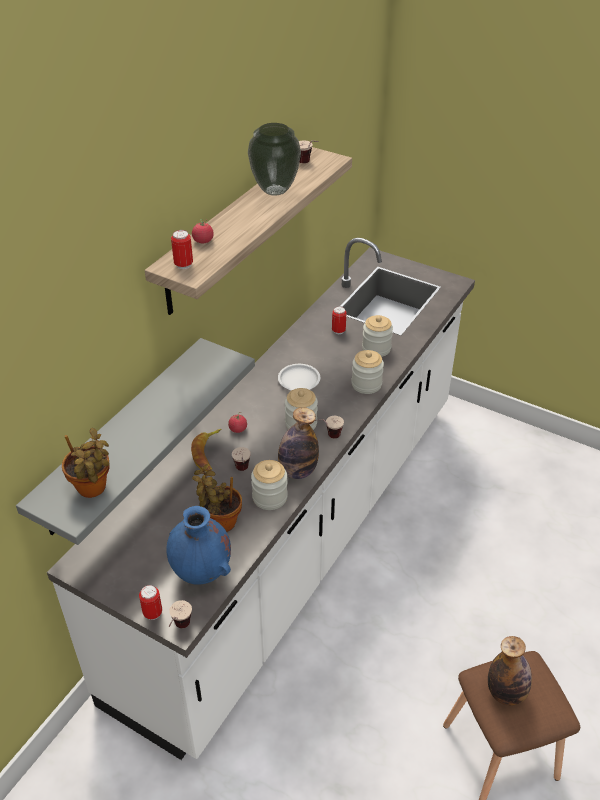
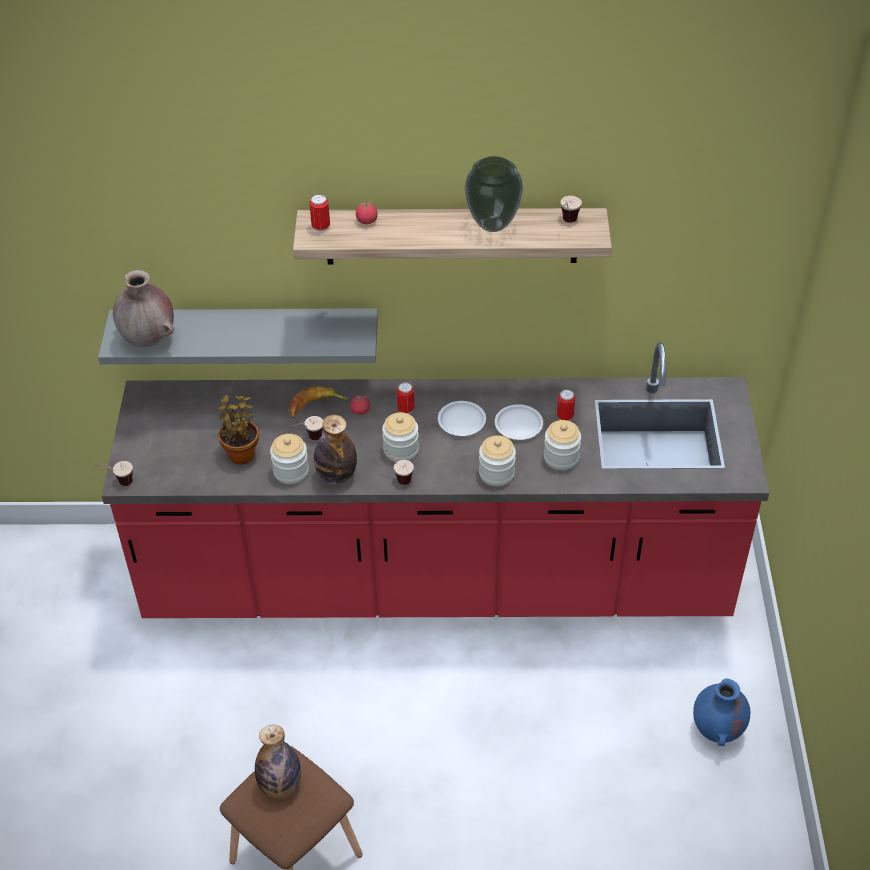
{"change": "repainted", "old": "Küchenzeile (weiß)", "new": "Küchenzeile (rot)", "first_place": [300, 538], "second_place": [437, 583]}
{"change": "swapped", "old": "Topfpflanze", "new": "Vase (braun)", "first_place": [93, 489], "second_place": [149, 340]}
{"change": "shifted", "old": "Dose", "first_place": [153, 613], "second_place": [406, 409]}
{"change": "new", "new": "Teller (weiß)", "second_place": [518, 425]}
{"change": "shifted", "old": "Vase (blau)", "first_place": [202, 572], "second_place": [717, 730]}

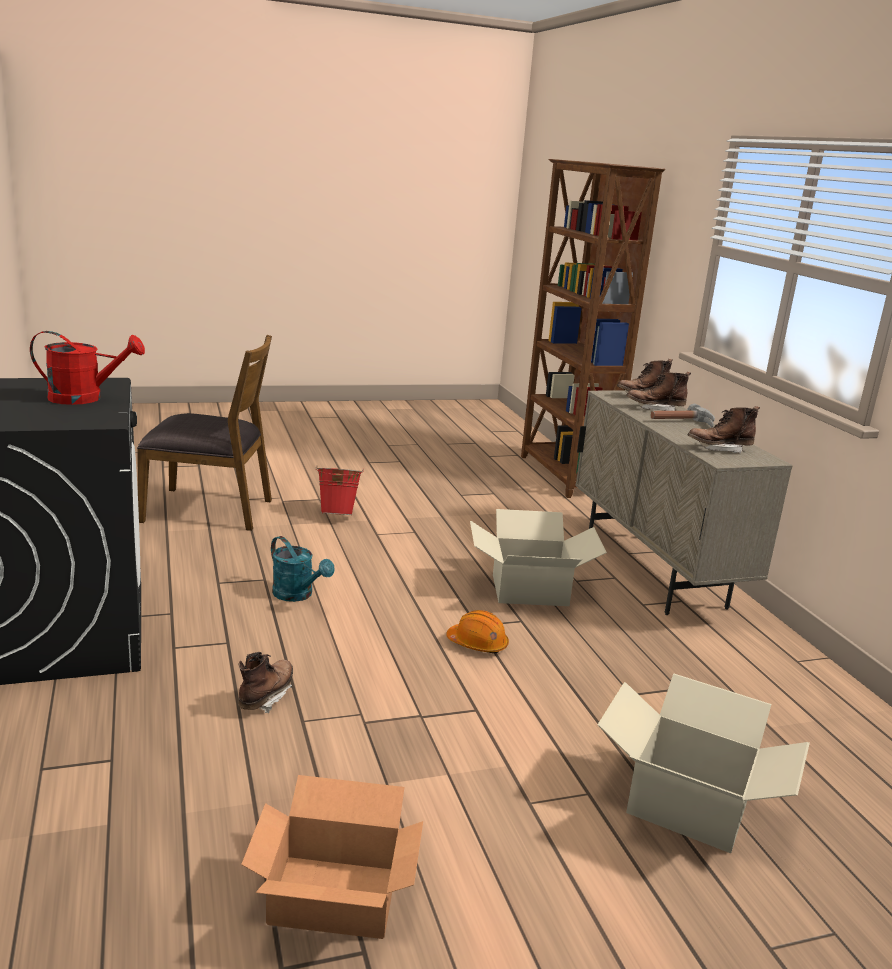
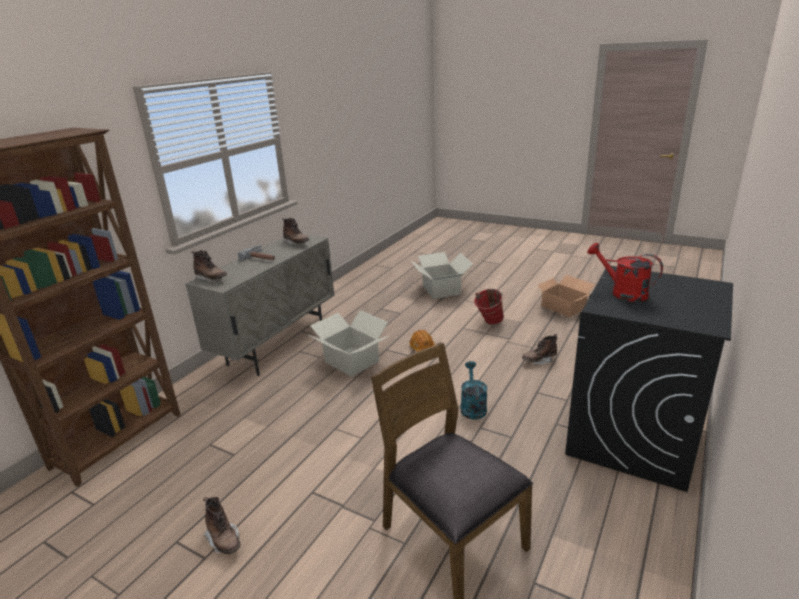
{"change": "shifted", "old": "Stiefel (braun)", "first_place": [655, 409], "second_place": [224, 540]}
{"change": "shifted", "old": "Eimer (rot)", "first_place": [338, 514], "second_place": [489, 323]}

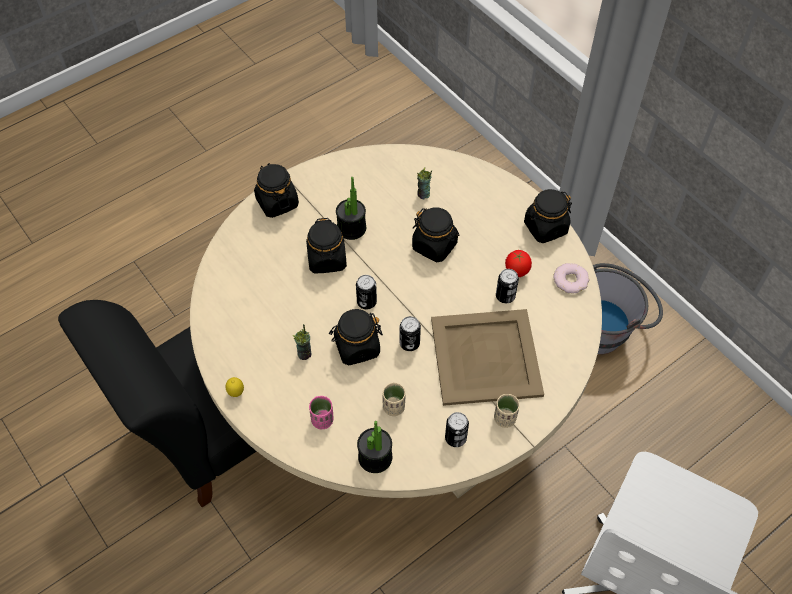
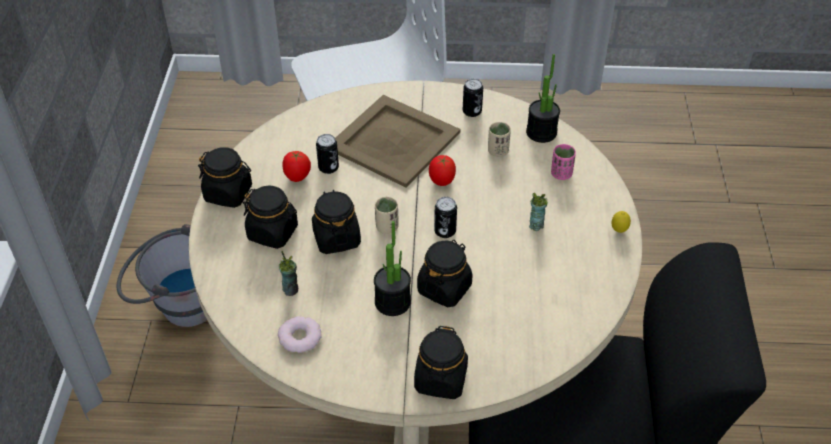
{"change": "shifted", "old": "Vorratsglas (schwarz)", "first_place": [356, 347], "second_place": [273, 232]}
{"change": "shifted", "old": "Donut", "first_place": [570, 280], "second_place": [299, 338]}
{"change": "shifted", "old": "Tasse (beige)", "first_place": [504, 418], "second_place": [387, 227]}
{"change": "swapped", "old": "Dose", "new": "Tomate", "first_place": [409, 343], "second_place": [441, 182]}

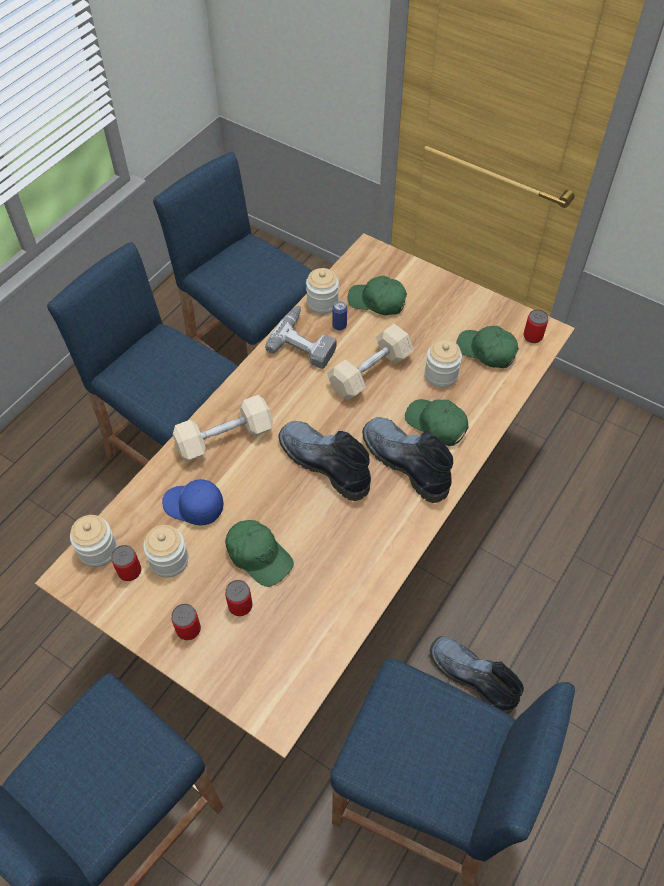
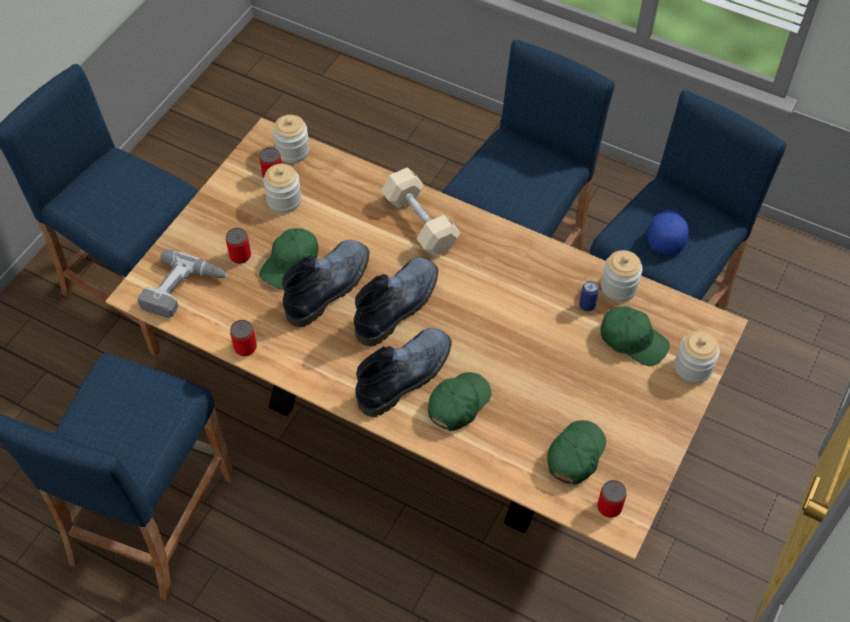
{"change": "shifted", "old": "Bohrmaschine", "first_place": [306, 341], "second_place": [184, 291]}
{"change": "shifted", "old": "Dose", "first_place": [188, 629], "second_place": [245, 347]}
{"change": "shifted", "old": "Stiefel", "first_place": [470, 676], "second_place": [329, 286]}
{"change": "rotated", "old": "Kappe (grün)", "first_place": [377, 302], "second_place": [632, 340], "degrees": 105}
{"change": "shifted", "old": "Kappe (blau)", "first_place": [193, 507], "second_place": [666, 234]}
{"change": "shifted", "old": "Vorratsglas", "first_place": [441, 374], "second_place": [693, 367]}
{"change": "gone", "old": "Hantel (beige)", "first_place": [370, 372]}

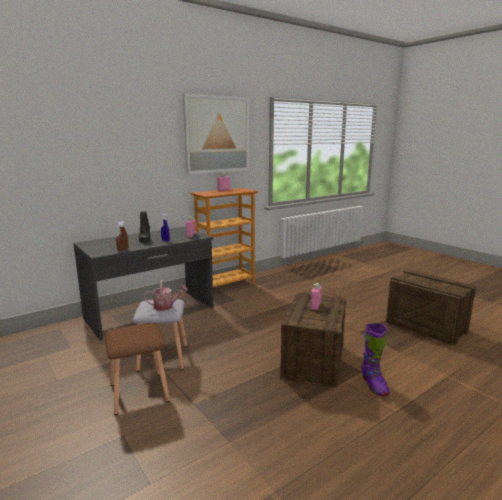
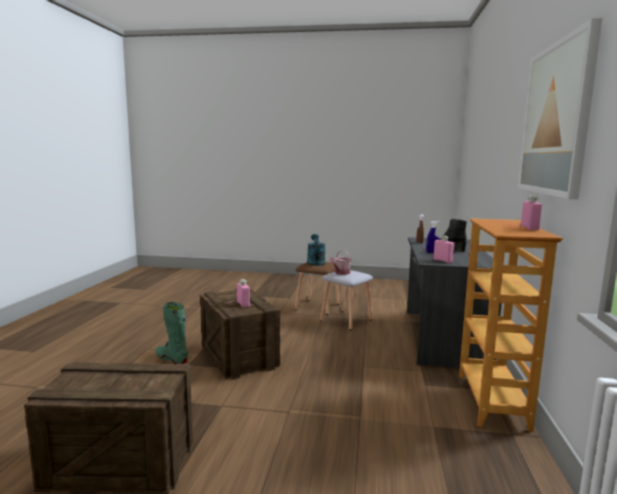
{"change": "repainted", "old": "Stiefel (lila)", "new": "Stiefel (grün)", "first_place": [374, 385], "second_place": [172, 359]}
{"change": "new", "new": "Gießkanne (türkis)", "second_place": [315, 262]}

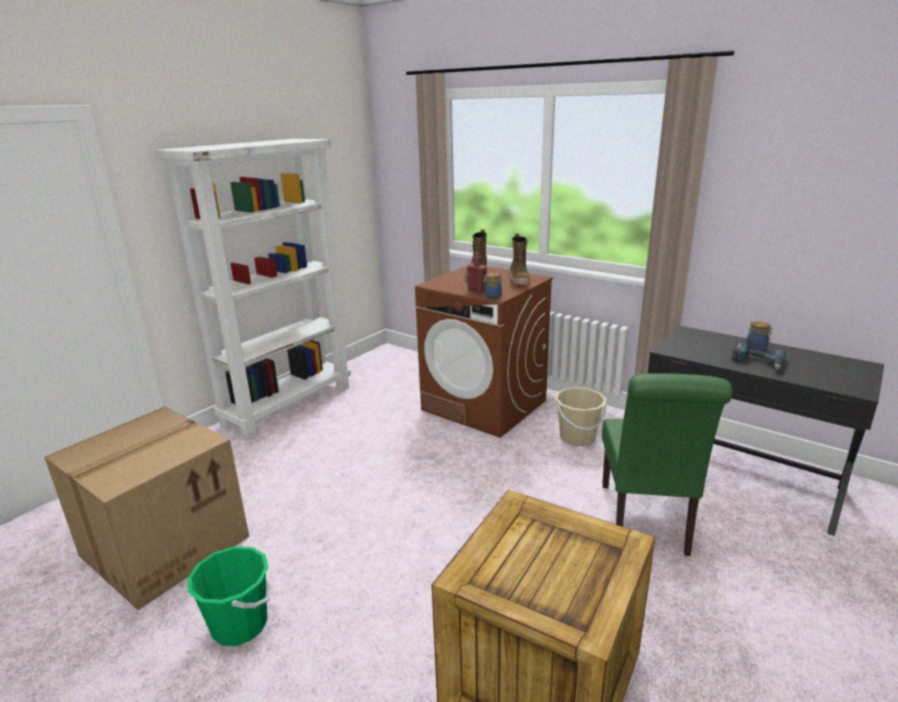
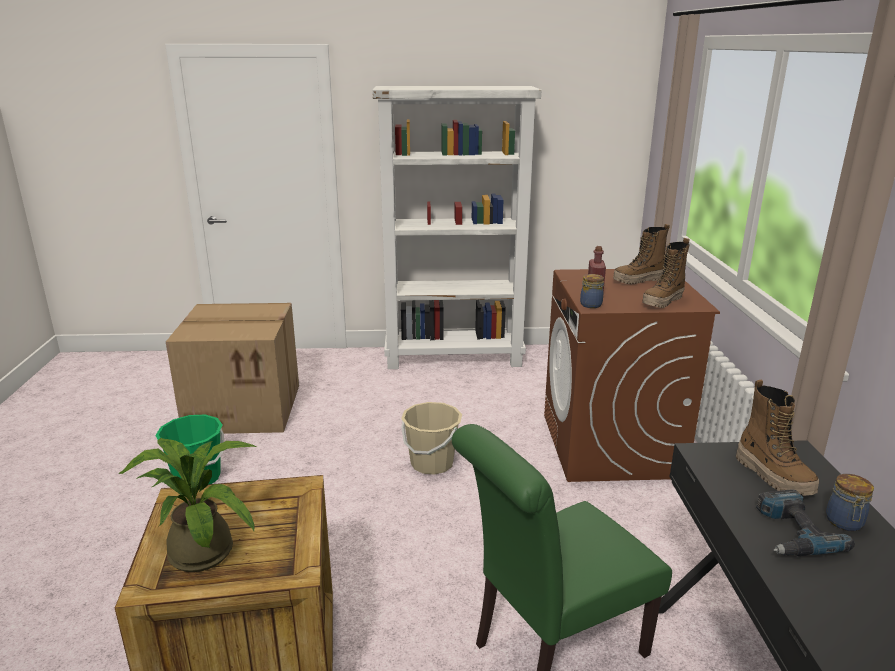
{"change": "new", "new": "Topfpflanze", "second_place": [201, 548]}
{"change": "shifted", "old": "Eimer (beige)", "first_place": [577, 438], "second_place": [432, 463]}
{"change": "new", "new": "Stiefel", "second_place": [773, 476]}

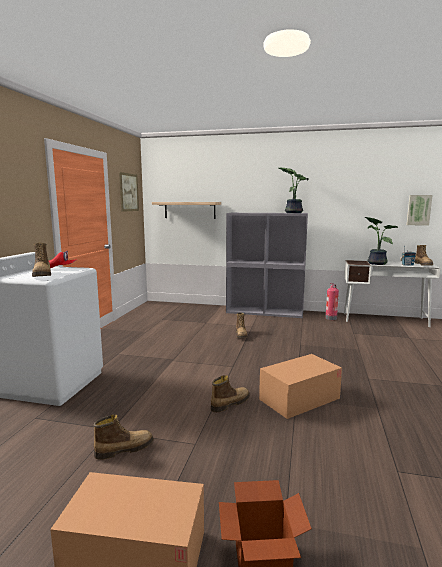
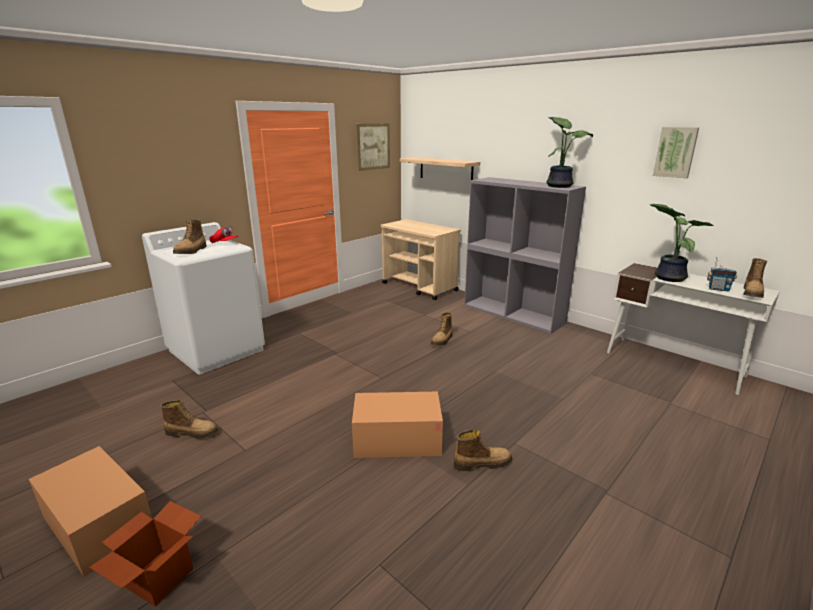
{"change": "new", "new": "Rollwagen (beige)", "second_place": [419, 287]}
{"change": "shifted", "old": "Stiefel", "first_place": [229, 403], "second_place": [482, 463]}
{"change": "shifted", "old": "Bild", "first_place": [418, 210], "second_place": [675, 152]}
{"change": "gone", "old": "Feuerlöscher", "first_place": [331, 318]}

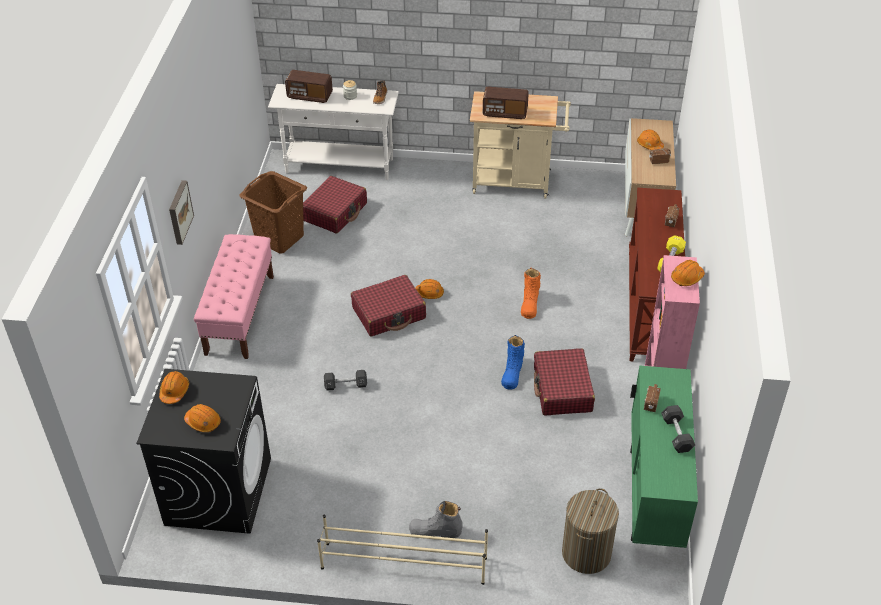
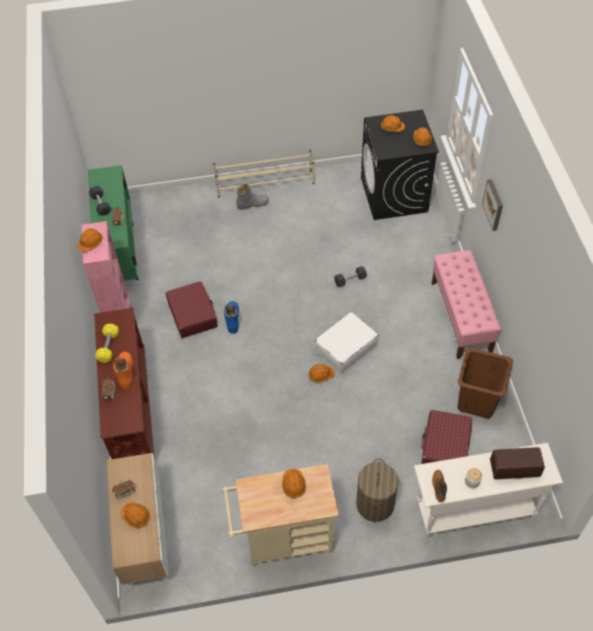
{"change": "shifted", "old": "Stiefel (orange)", "first_place": [529, 304], "second_place": [125, 372]}
{"change": "swapped", "old": "Radio", "new": "Schutzhelm (orange)", "first_place": [505, 113], "second_place": [293, 485]}
{"change": "repainted", "old": "Koffer (rot)", "new": "Koffer (weiß)", "first_place": [389, 313], "second_place": [345, 347]}
{"change": "shifted", "old": "Wäschekorb", "first_place": [586, 553], "second_place": [375, 504]}

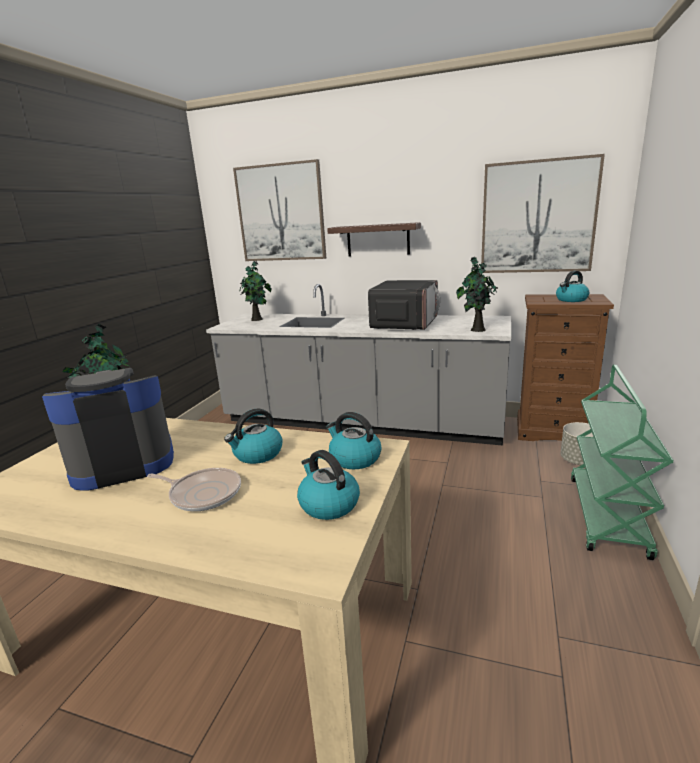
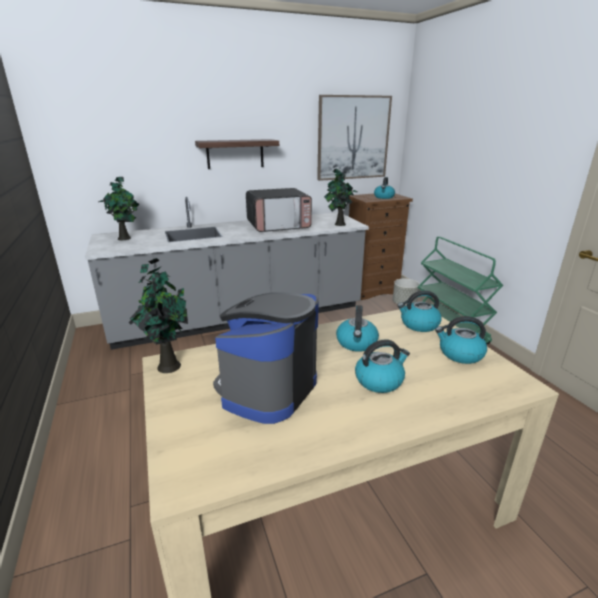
{"change": "rotated", "old": "Mikrowelle", "first_place": [405, 323], "second_place": [278, 226], "degrees": 90}
{"change": "swapped", "old": "Pfanne", "new": "Wasserkessel", "first_place": [203, 493], "second_place": [379, 380]}
{"change": "gone", "old": "Bild", "first_place": [281, 213]}

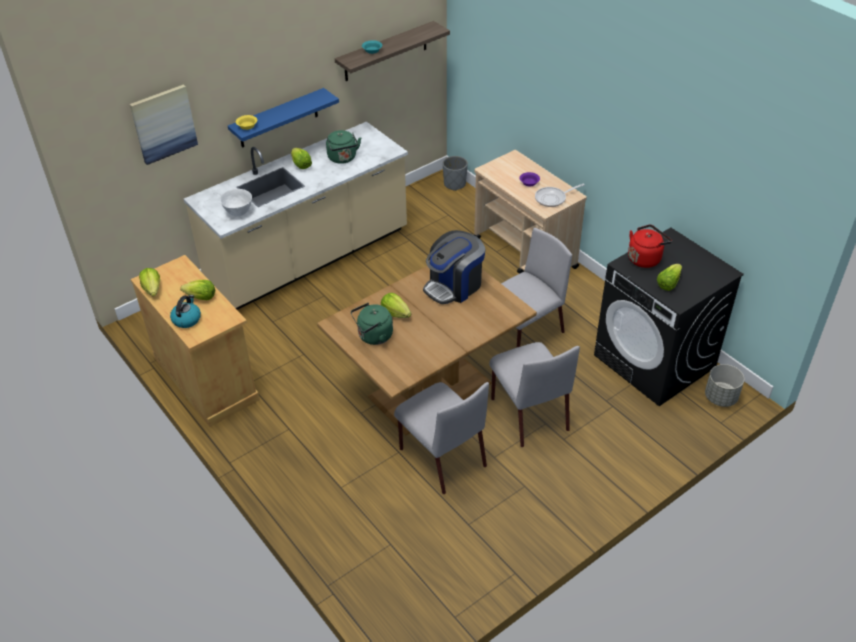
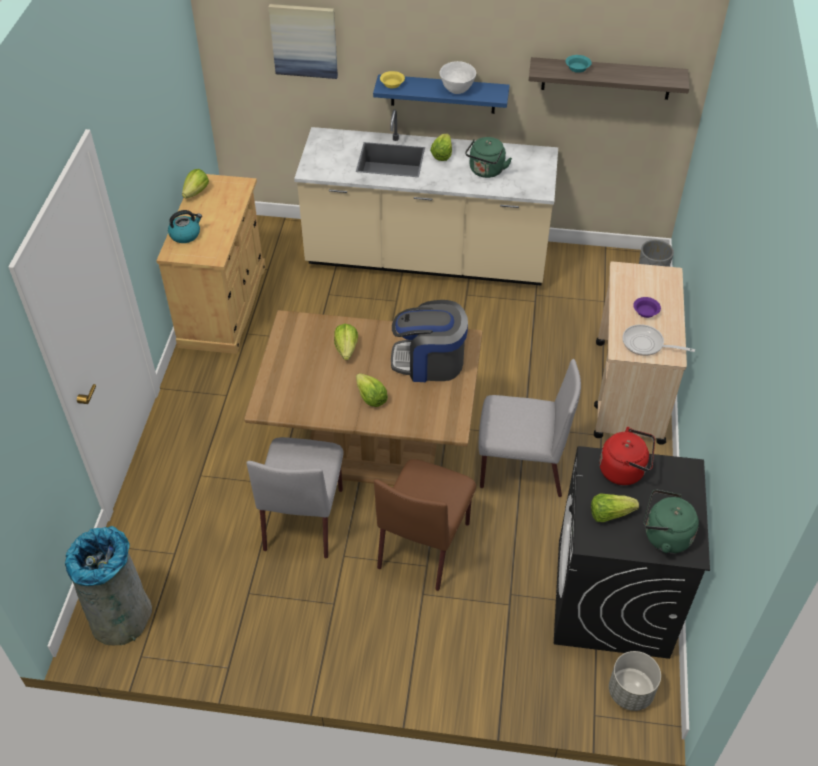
{"change": "new", "new": "Mülleimer (grau)", "second_place": [121, 616]}
{"change": "shifted", "old": "Salatkopf", "first_place": [201, 297], "second_place": [370, 398]}
{"change": "repainted", "old": "Stuhl (grau)", "new": "Stuhl (braun)", "first_place": [528, 413], "second_place": [424, 544]}
{"change": "shifted", "old": "Schüssel (weiß)", "first_place": [239, 213], "second_place": [457, 90]}
{"change": "shifted", "old": "Wasserkessel (grün)", "first_place": [373, 336], "second_place": [664, 536]}

